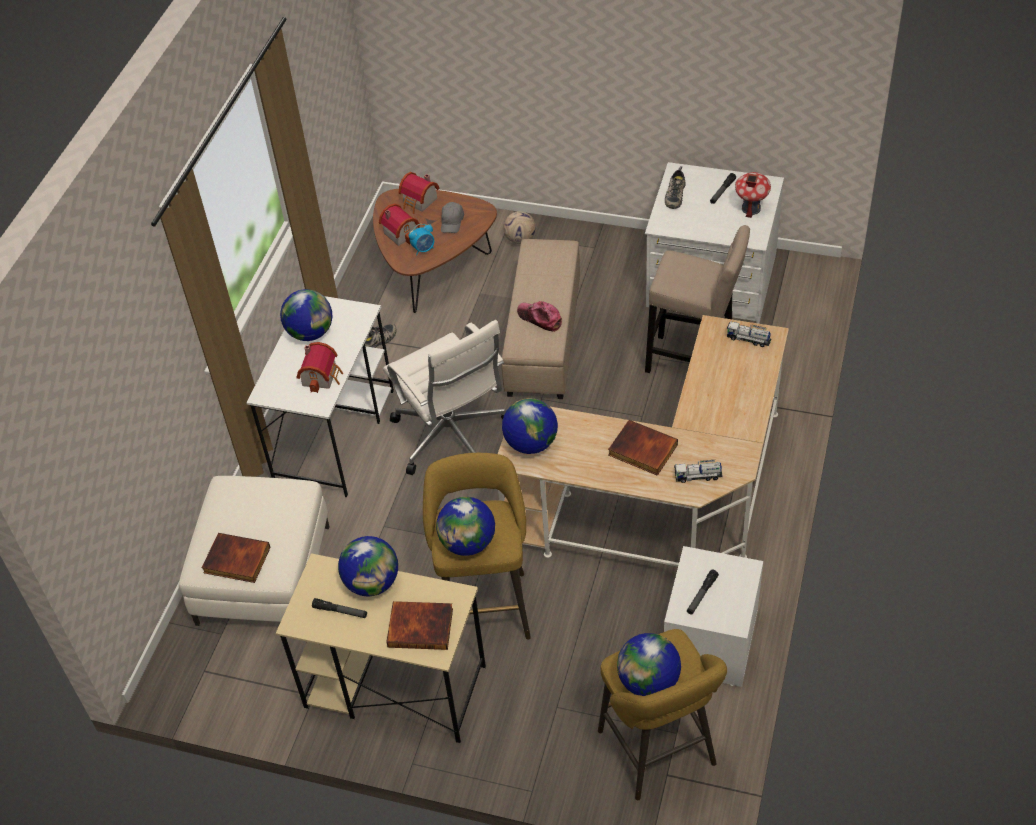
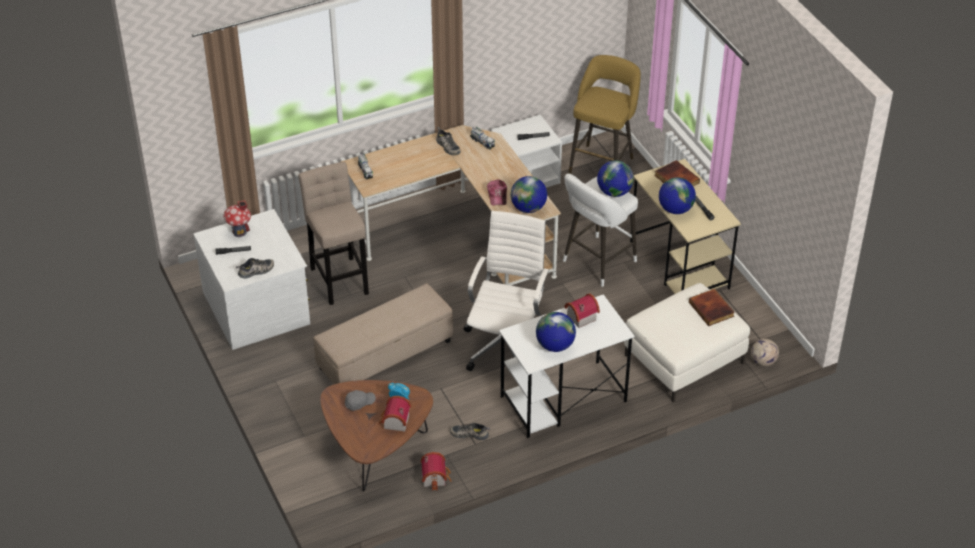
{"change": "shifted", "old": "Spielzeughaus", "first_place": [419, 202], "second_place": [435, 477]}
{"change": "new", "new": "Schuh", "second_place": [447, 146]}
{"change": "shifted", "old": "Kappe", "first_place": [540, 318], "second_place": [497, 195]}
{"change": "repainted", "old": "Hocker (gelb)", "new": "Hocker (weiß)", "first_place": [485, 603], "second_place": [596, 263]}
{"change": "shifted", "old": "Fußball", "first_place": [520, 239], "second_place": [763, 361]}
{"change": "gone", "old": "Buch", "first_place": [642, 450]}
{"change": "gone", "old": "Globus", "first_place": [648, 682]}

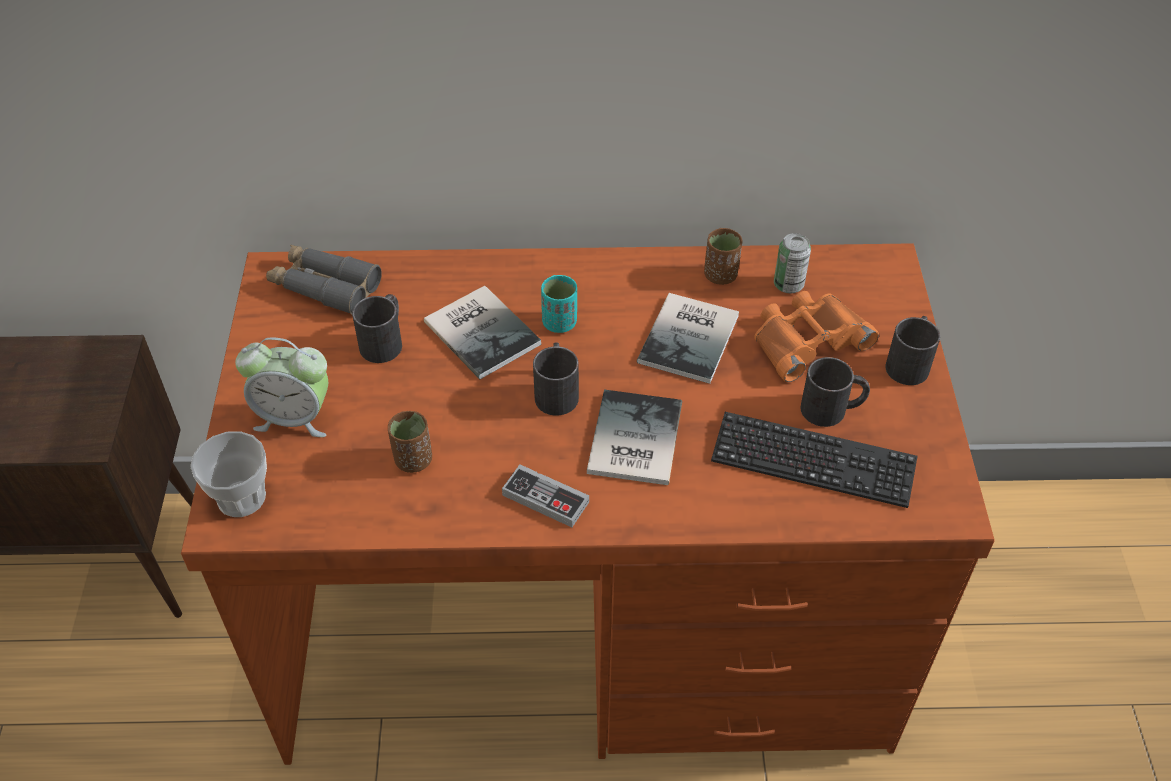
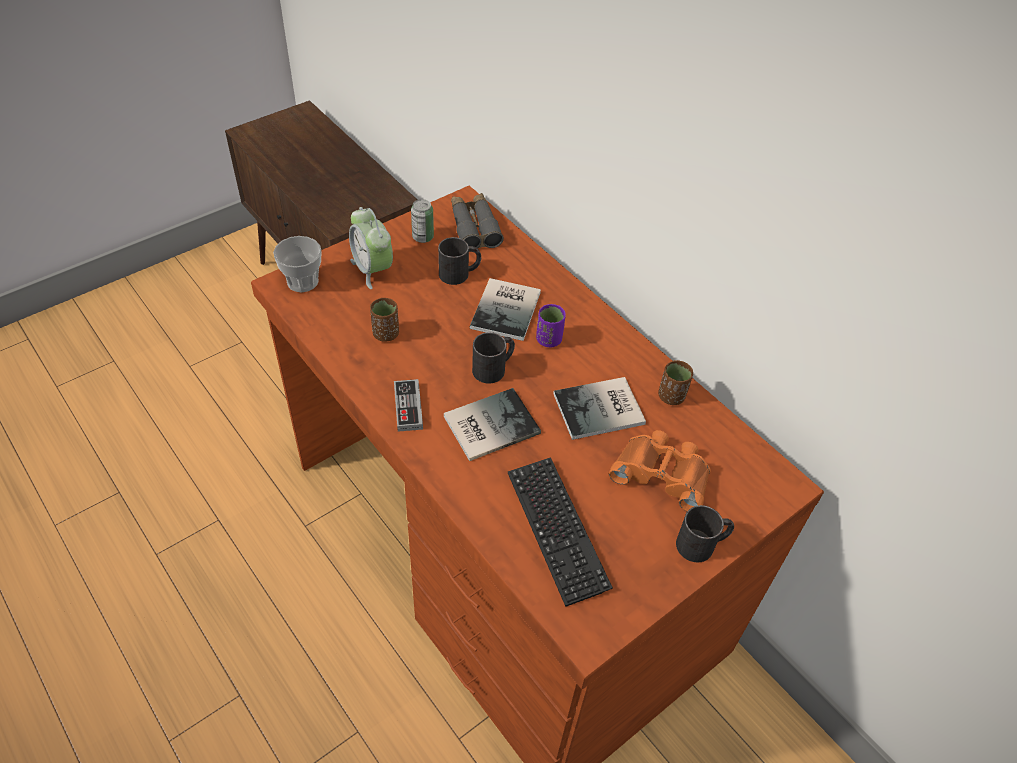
{"change": "shifted", "old": "Dose", "first_place": [788, 285], "second_place": [423, 237]}
{"change": "repainted", "old": "Tasse (türkis)", "new": "Tasse (lila)", "first_place": [559, 323], "second_place": [549, 340]}
{"change": "gone", "old": "Henkelbecher (schwarz)", "first_place": [832, 409]}

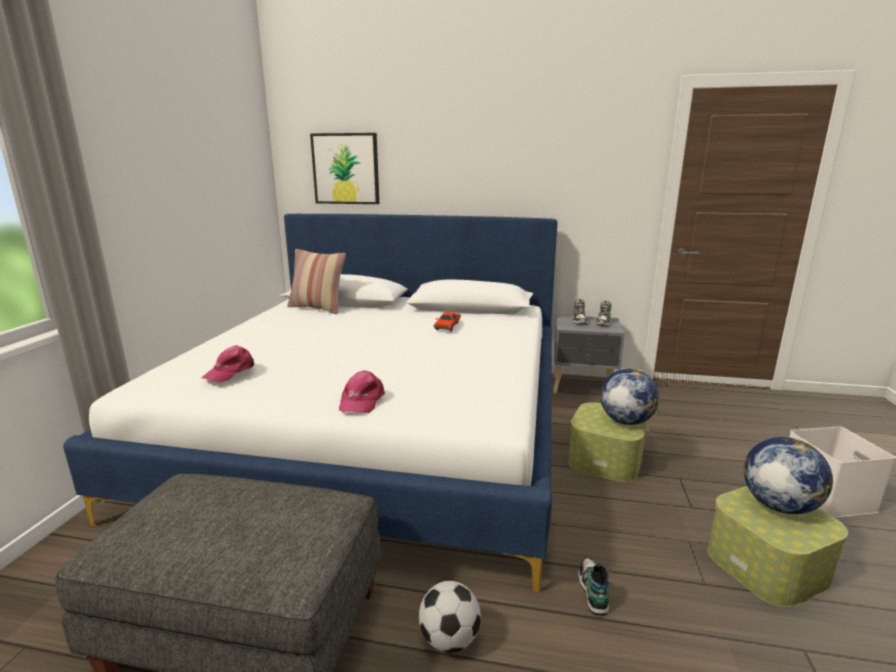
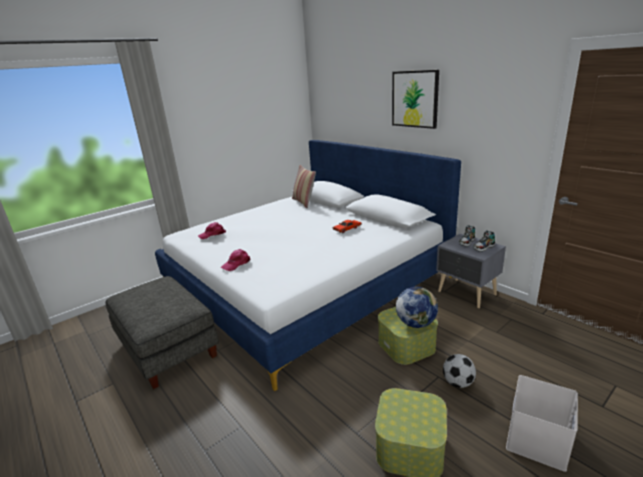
{"change": "shifted", "old": "Bild", "first_place": [346, 169], "second_place": [415, 99]}
{"change": "shifted", "old": "Fußball", "first_place": [449, 639], "second_place": [457, 382]}
{"change": "gone", "old": "Schuh", "first_place": [592, 591]}
{"change": "gone", "old": "Globus", "first_place": [778, 505]}

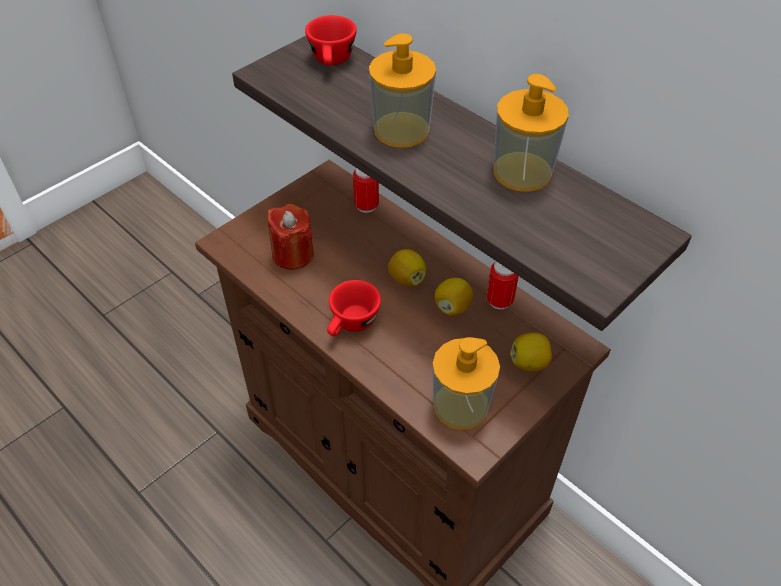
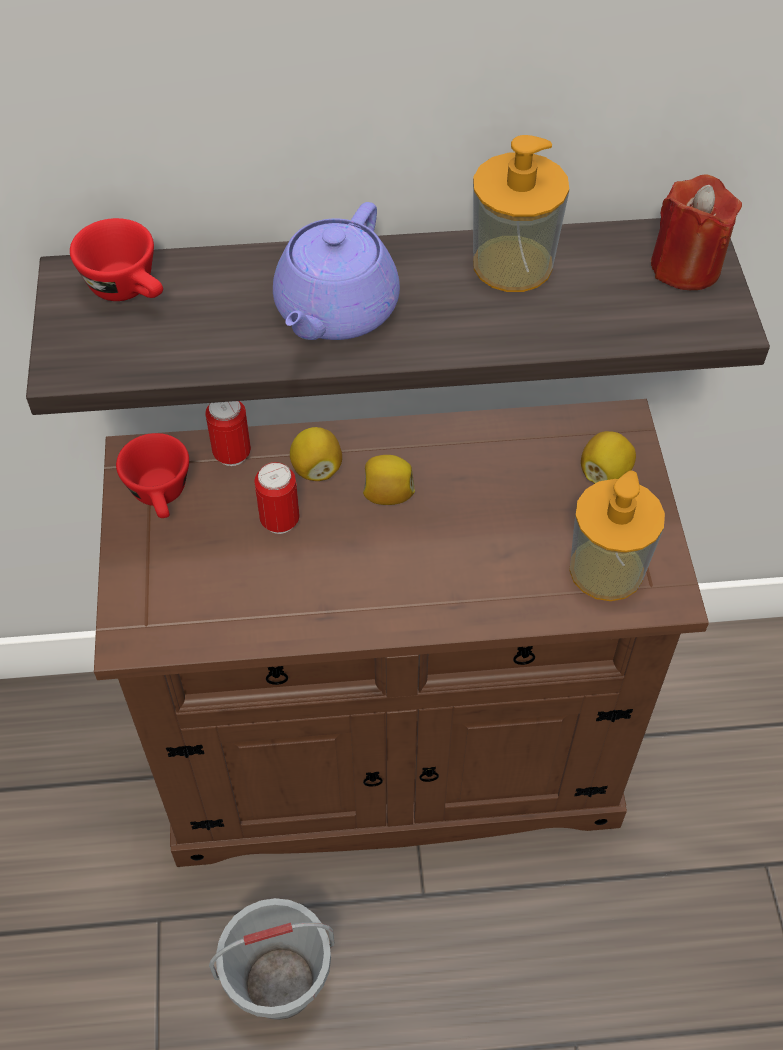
{"change": "shifted", "old": "Tasse (rot)", "first_place": [352, 325], "second_place": [162, 496]}
{"change": "new", "new": "Eimer (grau)", "second_place": [280, 982]}
{"change": "shifted", "old": "Dose", "first_place": [499, 301], "second_place": [280, 521]}
{"change": "swapped", "old": "Seifenspender", "new": "Teekanne (lila)", "first_place": [401, 130], "second_place": [335, 311]}
{"change": "shifted", "old": "Zitrone", "first_place": [452, 307], "second_place": [316, 469]}
{"change": "shifted", "old": "Kerze (rot)", "first_place": [293, 254], "second_place": [685, 267]}

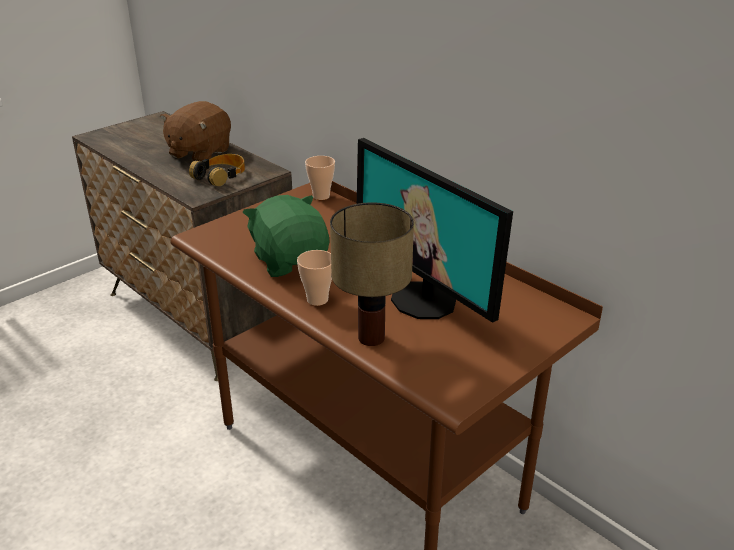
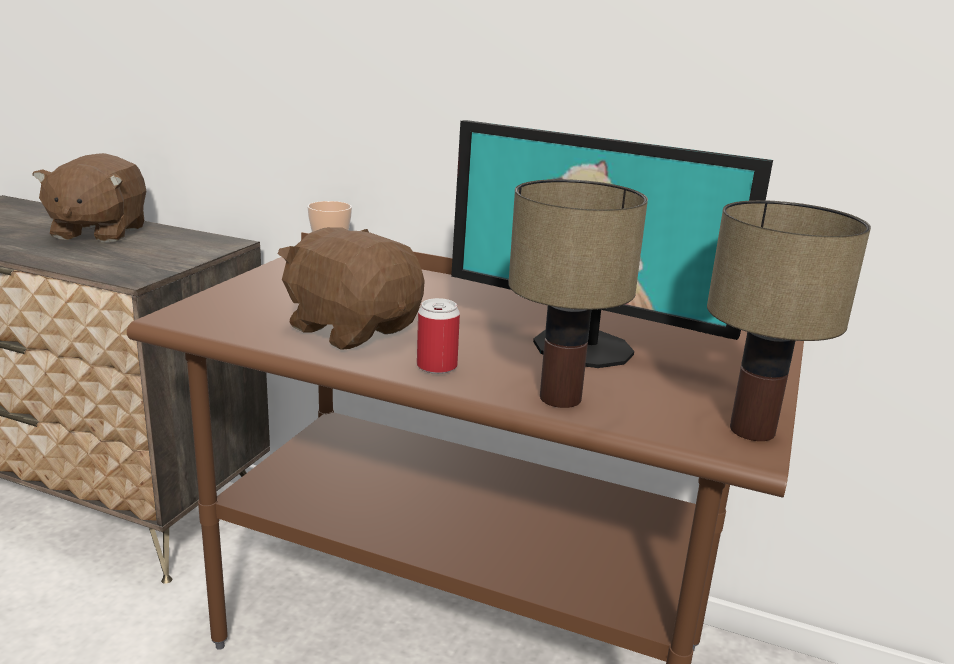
{"change": "repainted", "old": "Plüschtier (grün)", "new": "Plüschtier (braun)", "first_place": [291, 261], "second_place": [353, 329]}
{"change": "swapped", "old": "Tasse", "new": "Dose", "first_place": [317, 300], "second_place": [437, 366]}
{"change": "new", "new": "Tischlampe", "second_place": [750, 429]}
{"change": "gone", "old": "Kopfhörer", "first_place": [220, 176]}

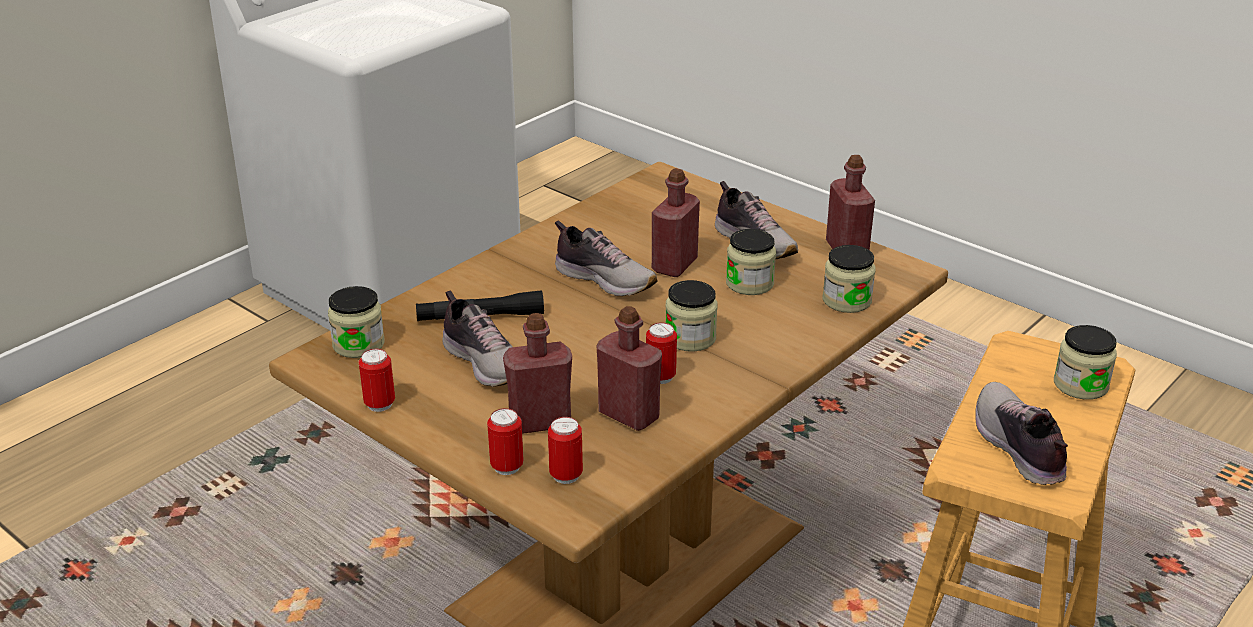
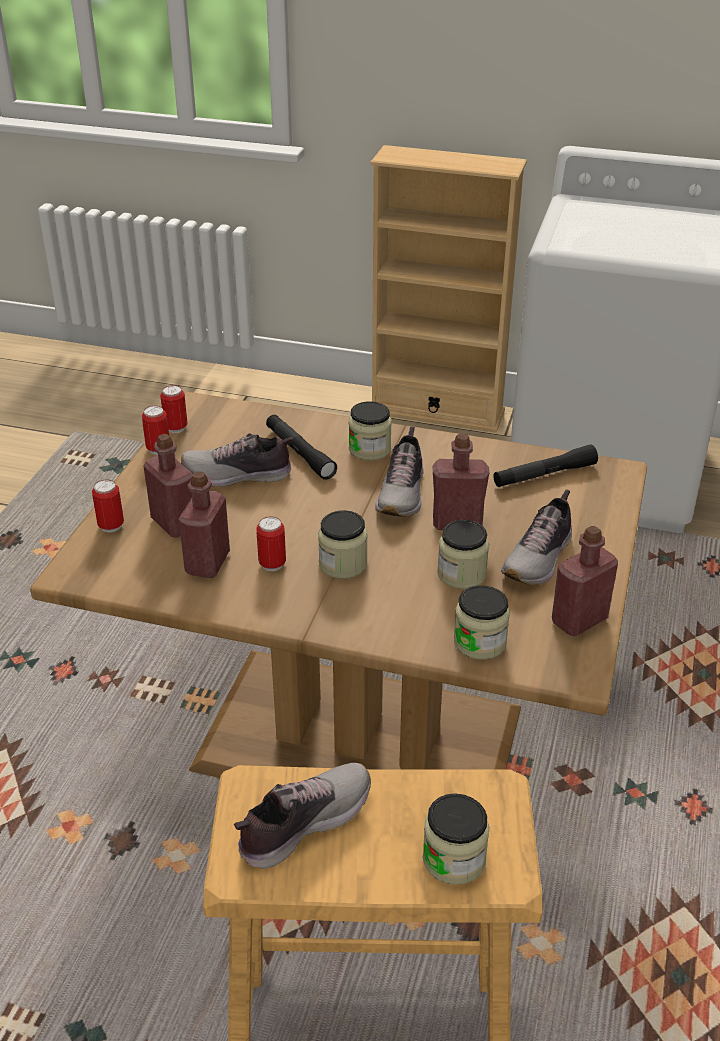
{"change": "shifted", "old": "Dose", "first_place": [566, 475], "second_place": [176, 428]}
{"change": "rotated", "old": "Schuh", "first_place": [486, 363], "second_place": [238, 475], "degrees": 60}
{"change": "shifted", "old": "Vorratsglas", "first_place": [358, 344], "second_place": [369, 449]}
{"change": "new", "new": "Bücherregal (beige)", "second_place": [437, 411]}
{"change": "new", "new": "Taschenlampe (schwarz)", "second_place": [544, 475]}

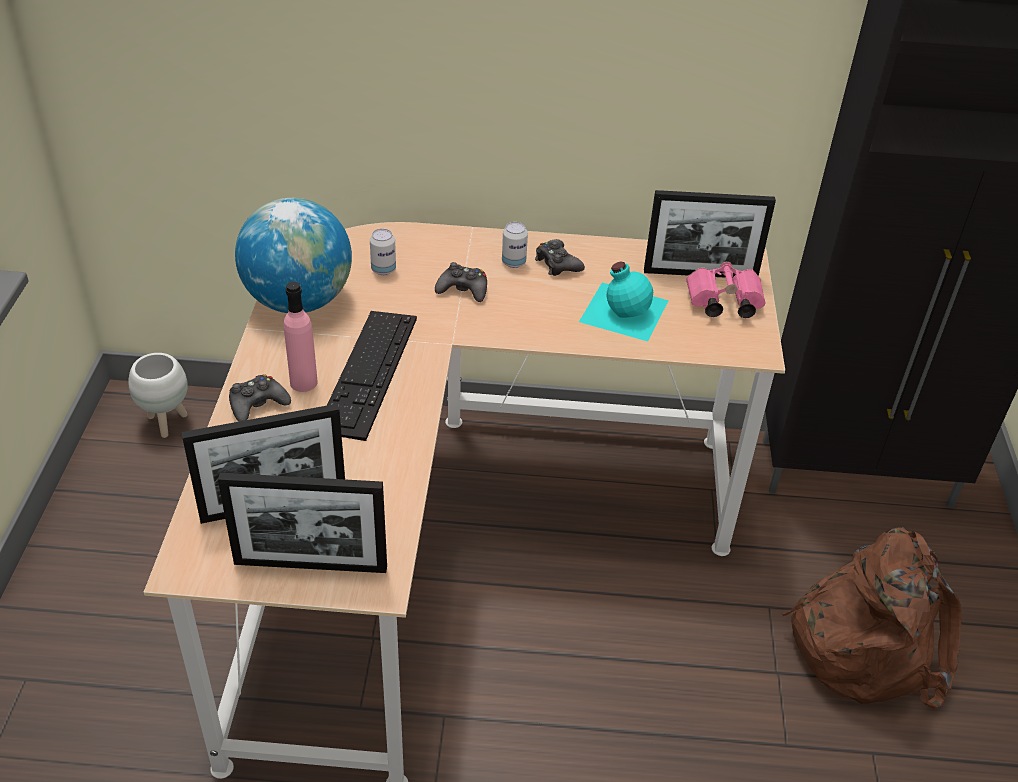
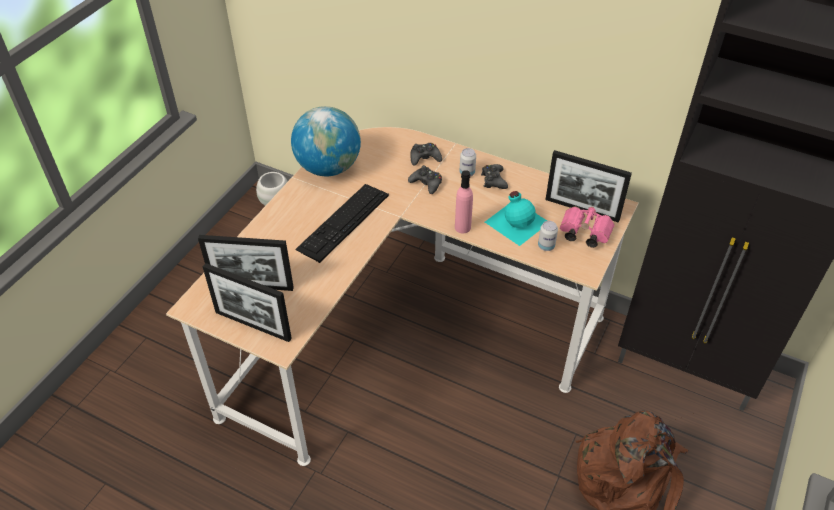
{"change": "shifted", "old": "Gamepad (schwarz)", "first_place": [257, 404], "second_place": [424, 158]}
{"change": "shifted", "old": "Flasche (rosa)", "first_place": [303, 382], "second_place": [462, 227]}
{"change": "shifted", "old": "Dose", "first_place": [383, 270], "second_place": [546, 246]}

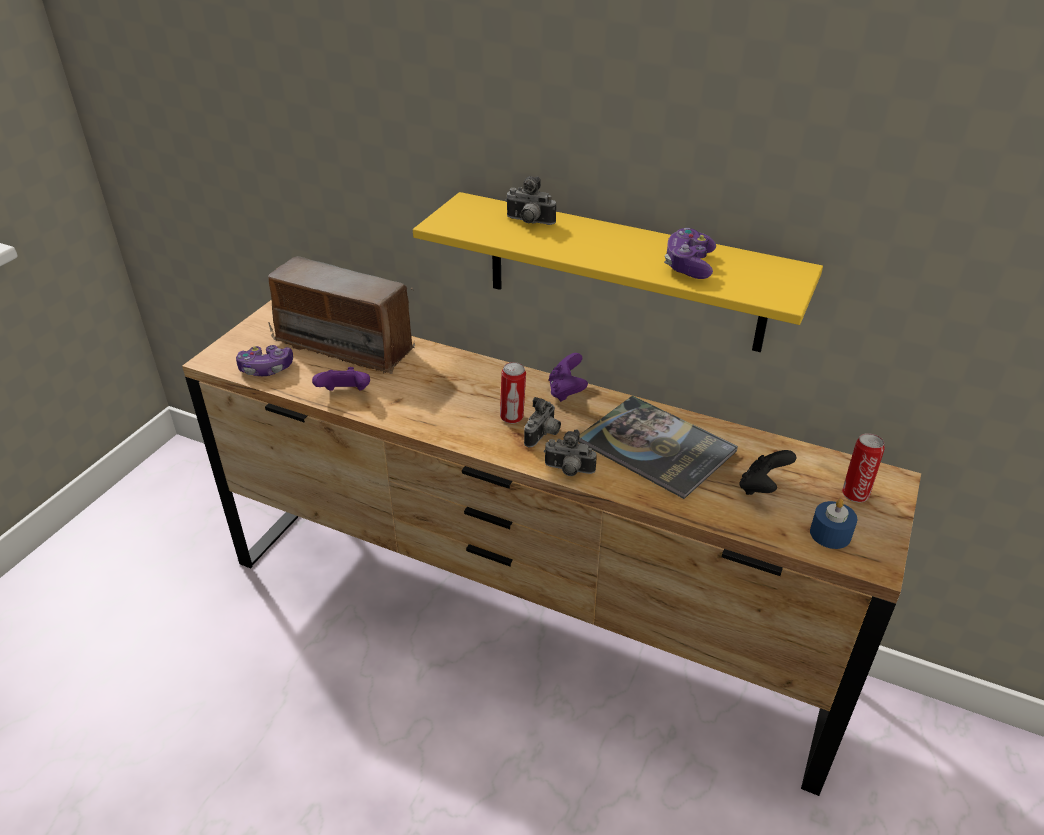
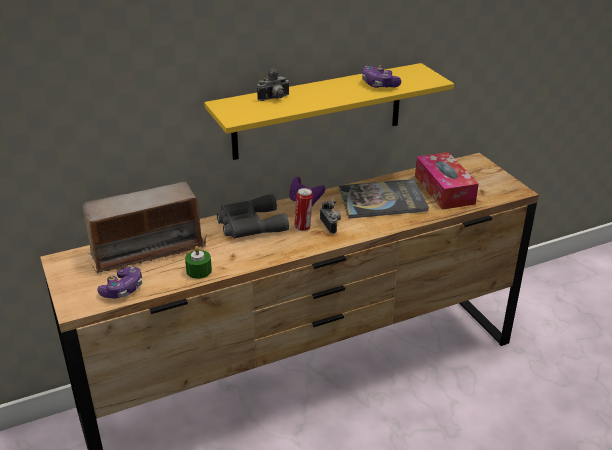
{"change": "swapped", "old": "Gamepad (lila)", "new": "Kerze (grün)", "first_place": [345, 394], "second_place": [199, 271]}
{"change": "new", "new": "Fernglas (grau)", "second_place": [249, 224]}
{"change": "swapped", "old": "Gamepad (schwarz)", "new": "Taschentuchbox", "first_place": [762, 487], "second_place": [444, 190]}
{"change": "gone", "old": "Kamera", "first_place": [568, 471]}
{"change": "gone", "old": "Kerze (blau)", "first_place": [830, 534]}
{"change": "gone", "old": "Dose", "first_place": [855, 493]}

